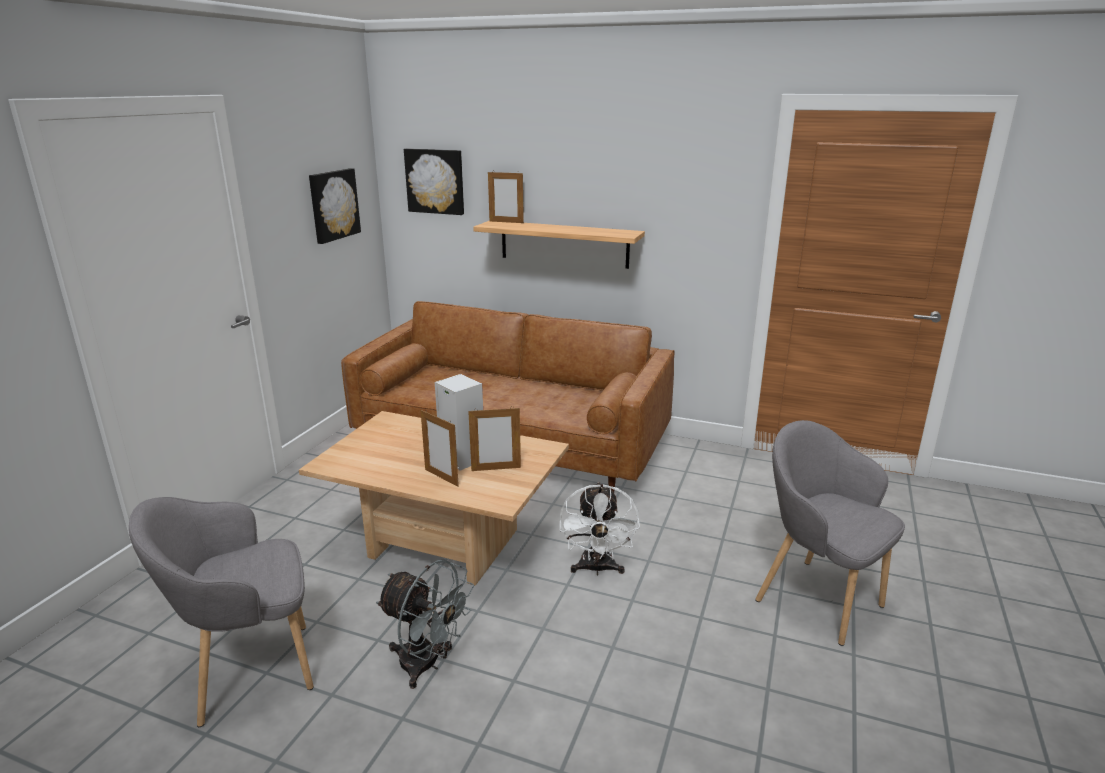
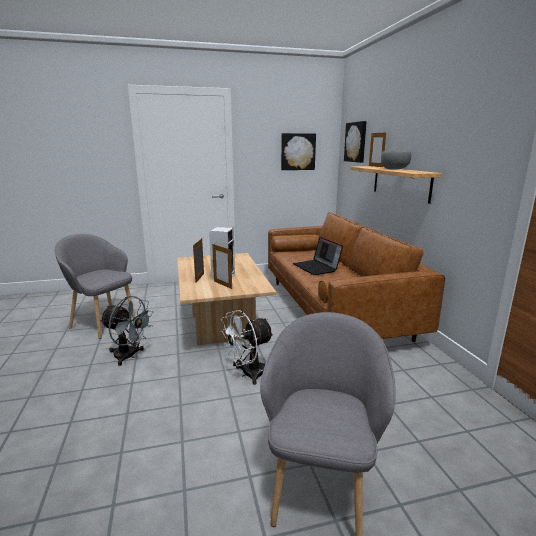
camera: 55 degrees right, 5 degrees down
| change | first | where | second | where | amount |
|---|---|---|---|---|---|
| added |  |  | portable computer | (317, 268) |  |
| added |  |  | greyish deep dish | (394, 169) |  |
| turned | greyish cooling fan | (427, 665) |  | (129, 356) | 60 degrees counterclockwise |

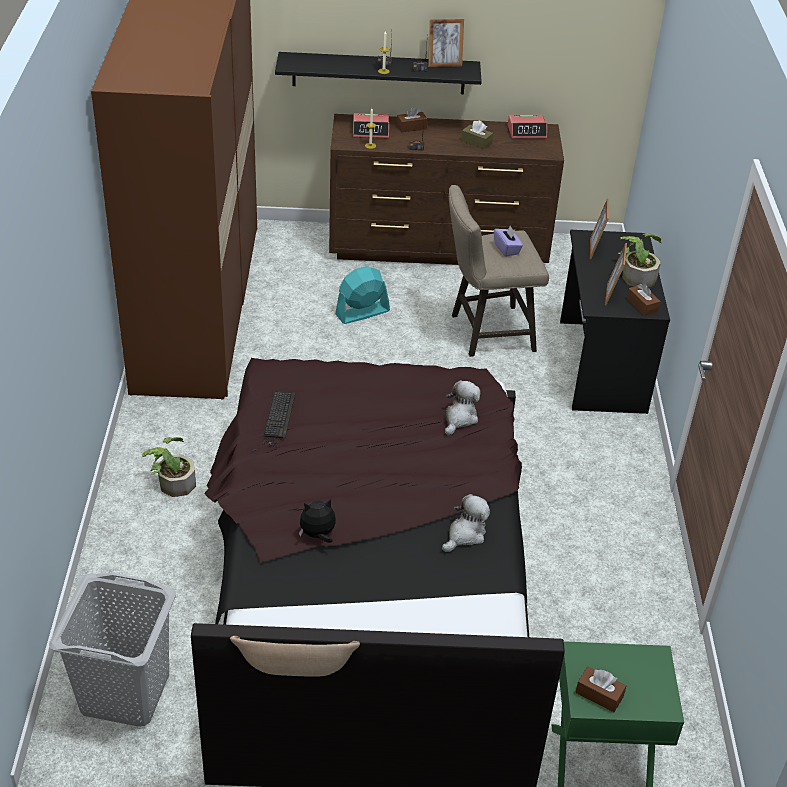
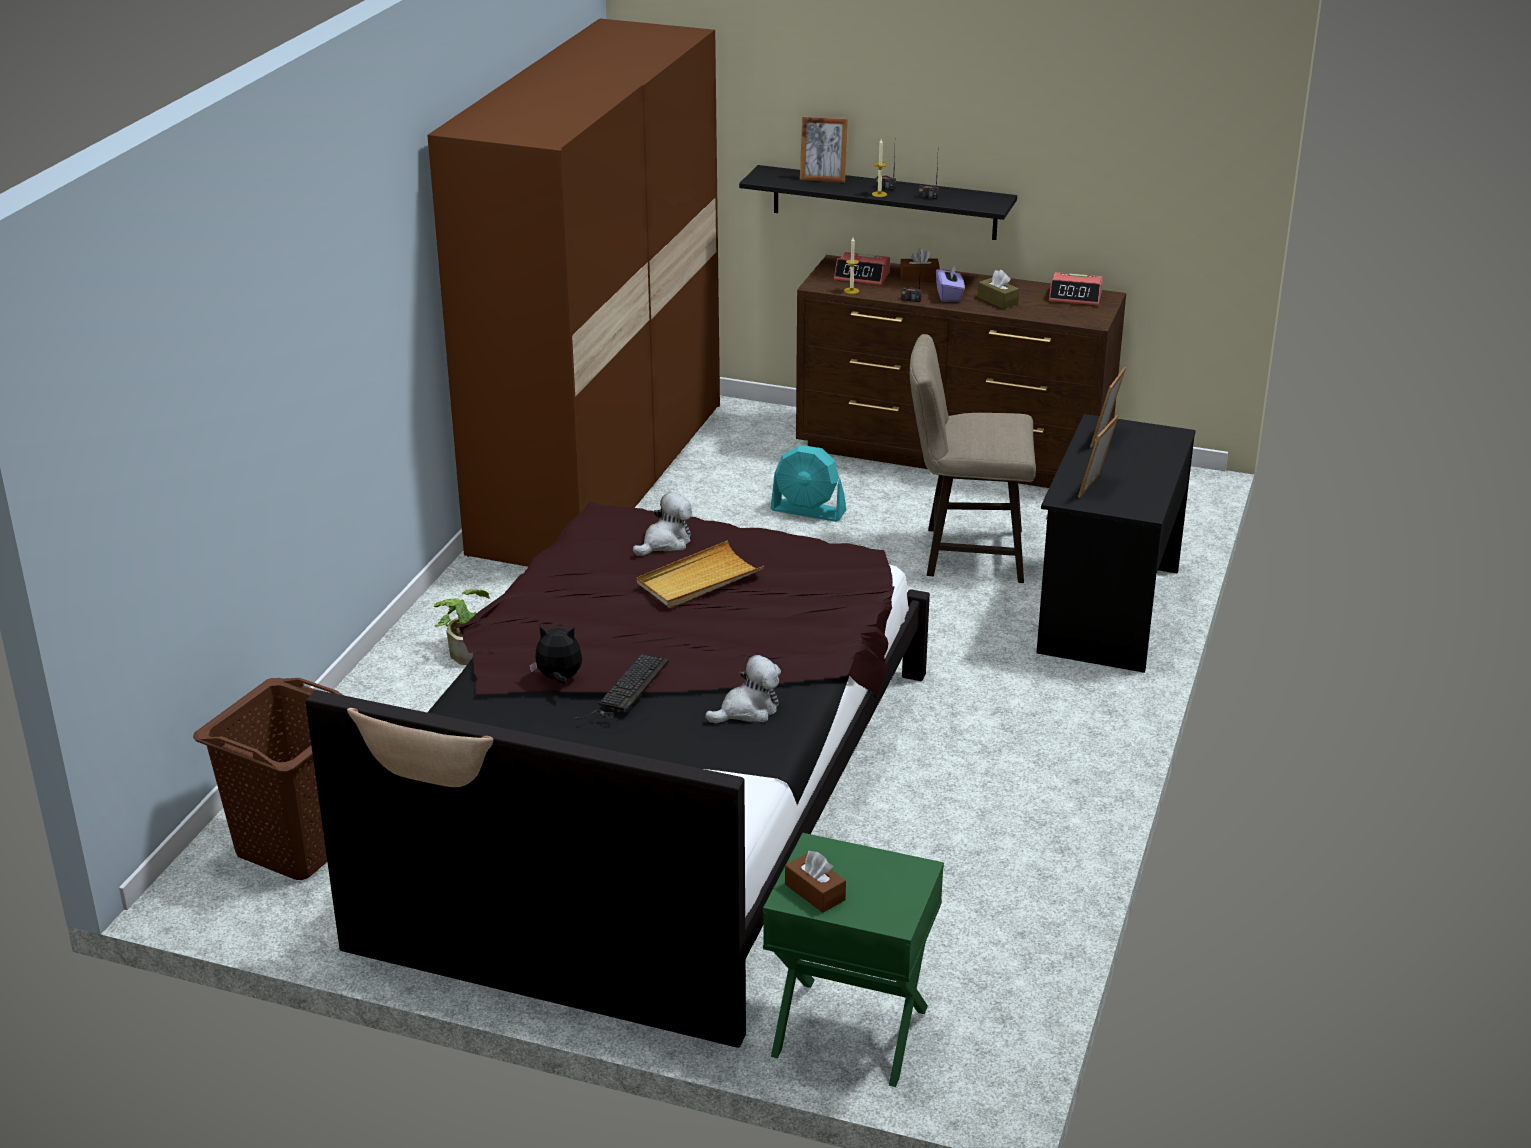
camera: 20 degrees right, 10 degrees down
| change | first | where | second | where | amount |
|---|---|---|---|---|---|
| removed | plant in a pot | (636, 275) |  |  |  |
| removed | brown tissue box | (642, 305) |  |  |  |
| added |  |  | beige-coloured tray | (699, 579) |  |
| moved | computer keyboard | (276, 421) |  | (626, 689) |  |
| moved | standing frame | (444, 64) |  | (823, 179) |  |
| moved | soft toy | (460, 418) |  | (665, 543) |  |
| moved | purple tissue box | (507, 249) |  | (949, 295) |  |
| recoloured | greyish hamper | (124, 693) | brown hamper | (296, 845) |  |
| turned | blue-green cooling fan | (362, 313) |  | (808, 511) | 150 degrees counterclockwise |

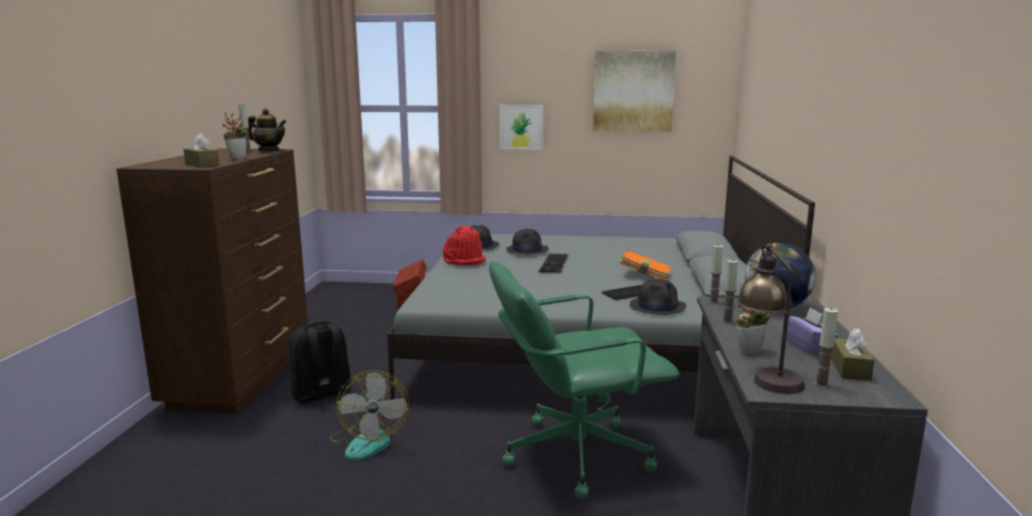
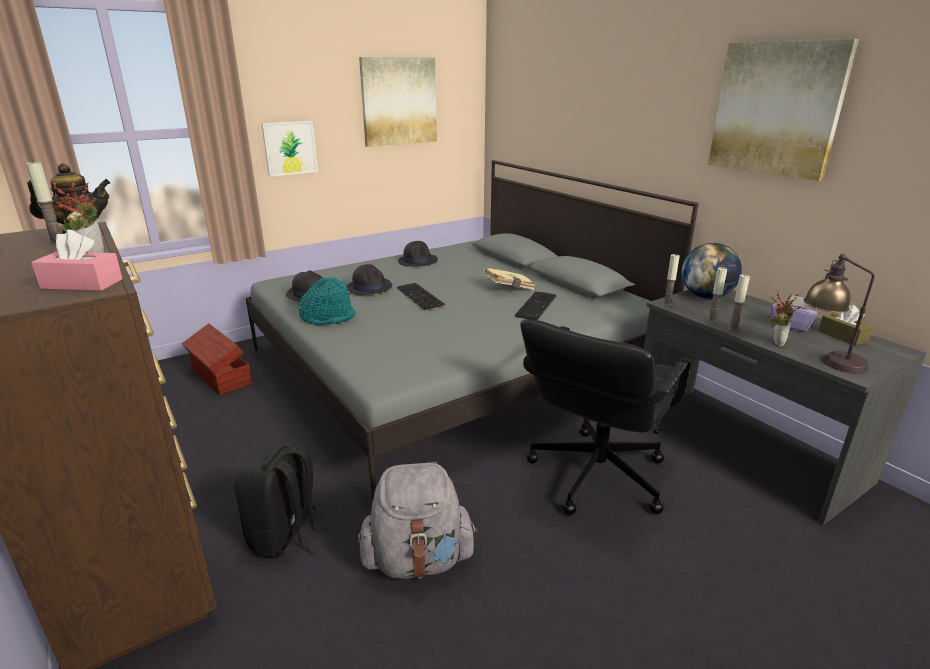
camera: 40 degrees left, 10 degrees up
| change | first | where | second | where | amount |
|---|---|---|---|---|---|
| added |  |  | wall art | (776, 109) |  |
| moved | black-coloured hat | (658, 306) |  | (418, 261) |  |
| moved | wax light | (821, 384) |  | (733, 329) |  |
| replaced | cooling fan | (368, 441) | greyish knapsack | (418, 560) |  |
| recoloured | brown tissue box | (202, 165) | pink-coloured tissue box | (82, 284) |  |
| recoloured | reddish hat | (464, 261) | blue-green hat | (328, 317) |  |
| recoloured | green-coloured office chair | (575, 454) | black-coloured office chair | (595, 475) |  |
| recoloured | orange-coloured book | (645, 275) | beige-coloured book | (509, 288) |  |

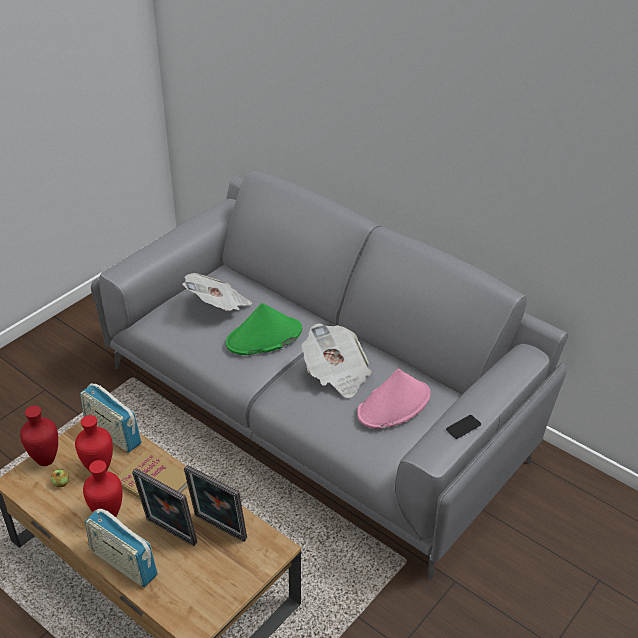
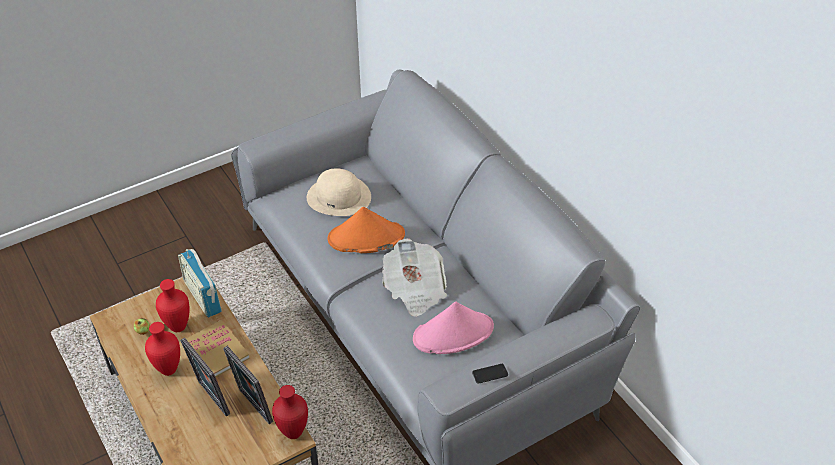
camera: 20 degrees right, 5 degrees up
| change | first | where | second | where | amount |
|---|---|---|---|---|---|
| removed | radio receiver | (123, 563) |  |  |  |
| moved | reddish flower vase | (46, 461) |  | (293, 433) |  |
| replaced | newspaper | (218, 306) | beige-coloured hat | (339, 197) |  |
| recoloured | green-coloured hat | (264, 337) | orange-coloured hat | (366, 237) |  |

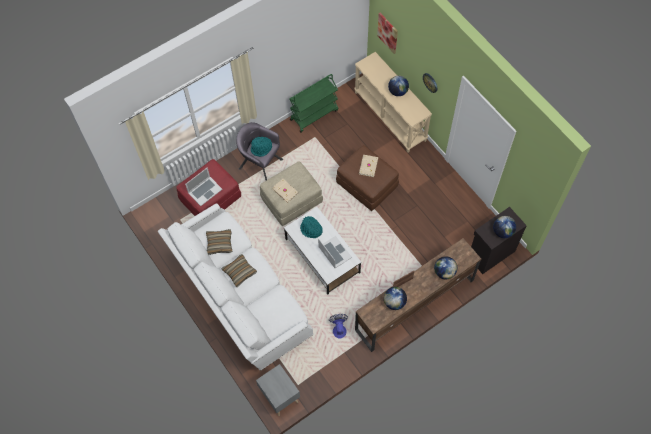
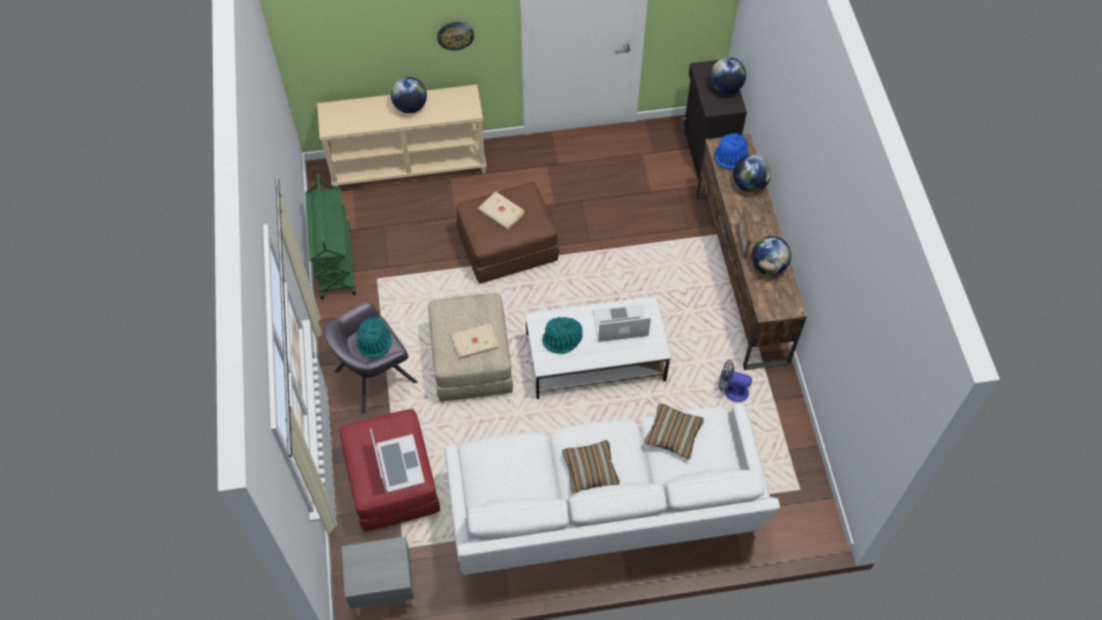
camera: 65 degrees left, 5 degrees down
| change | first | where | second | where | amount |
|---|---|---|---|---|---|
| removed | wall art | (388, 33) |  |  |  |
| added |  |  | blue-coloured hat | (731, 156) |  |
| moved | pillow | (219, 243) |  | (673, 434) |  |
| moved | greyish bedside table | (280, 395) |  | (383, 588) |  |

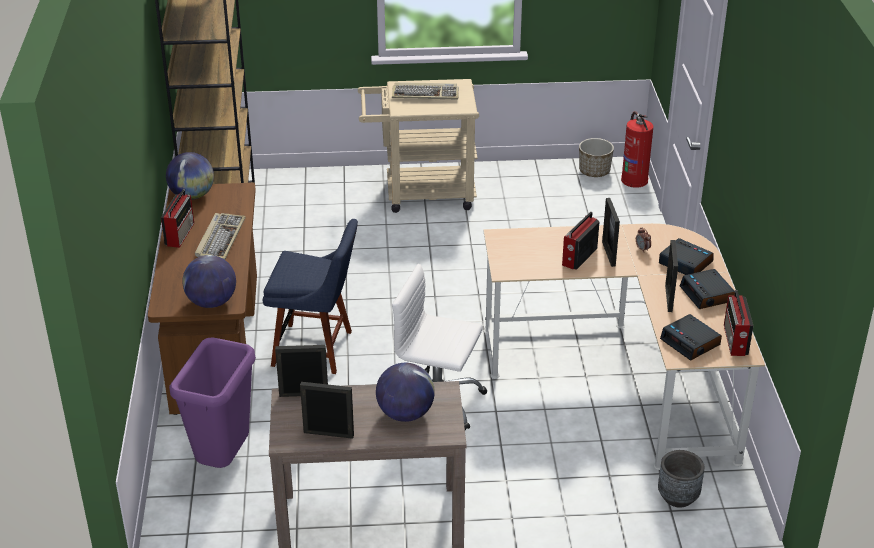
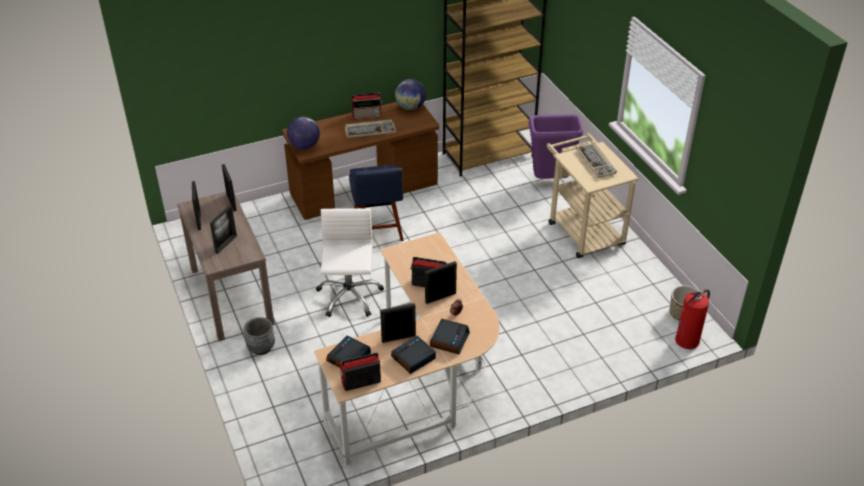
camera: 70 degrees right, 5 degrees up
| change | first | where | second | where | amount |
|---|---|---|---|---|---|
| moved | purple rubbish bin | (224, 461) |  | (550, 181) |  |
| moved | greyish plant pot | (678, 497) |  | (261, 348) |  |
| replaced | globe | (405, 414) | standing frame | (226, 244) |  |

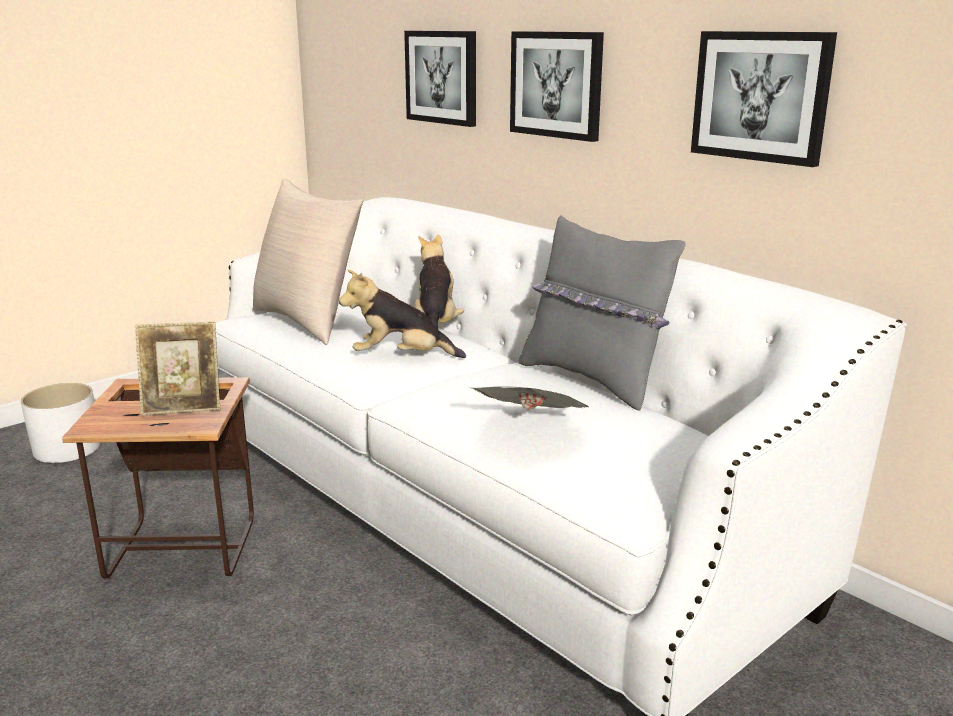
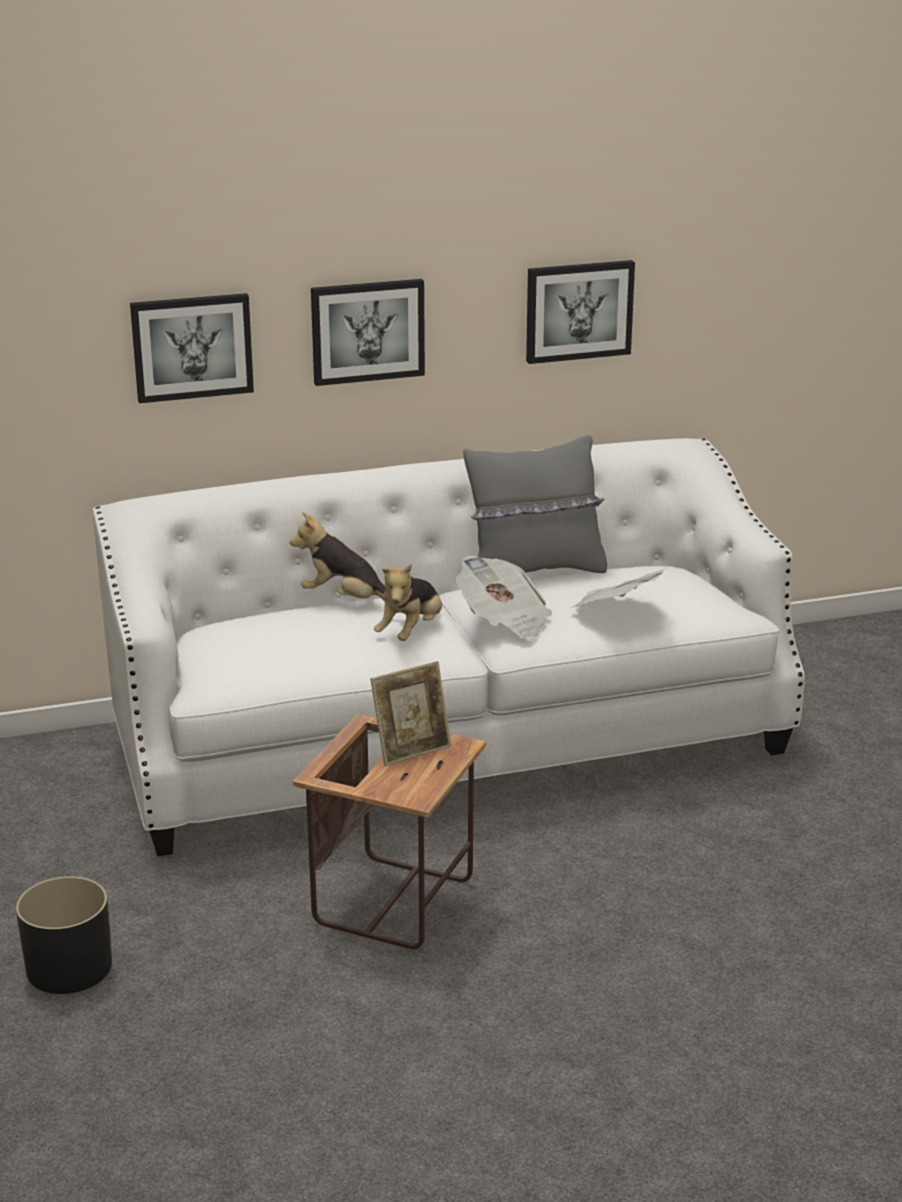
camera: 65 degrees left, 5 degrees up
| change | first | where | second | where | amount |
|---|---|---|---|---|---|
| removed | beige-coloured pillow | (308, 321) |  |  |  |
| added |  |  | newspaper | (504, 621) |  |
| recoloured | white-coloured plant pot | (67, 448) | black-coloured plant pot | (69, 967) |  |
| turned | standing frame | (183, 407) |  | (412, 750) | 45 degrees clockwise |

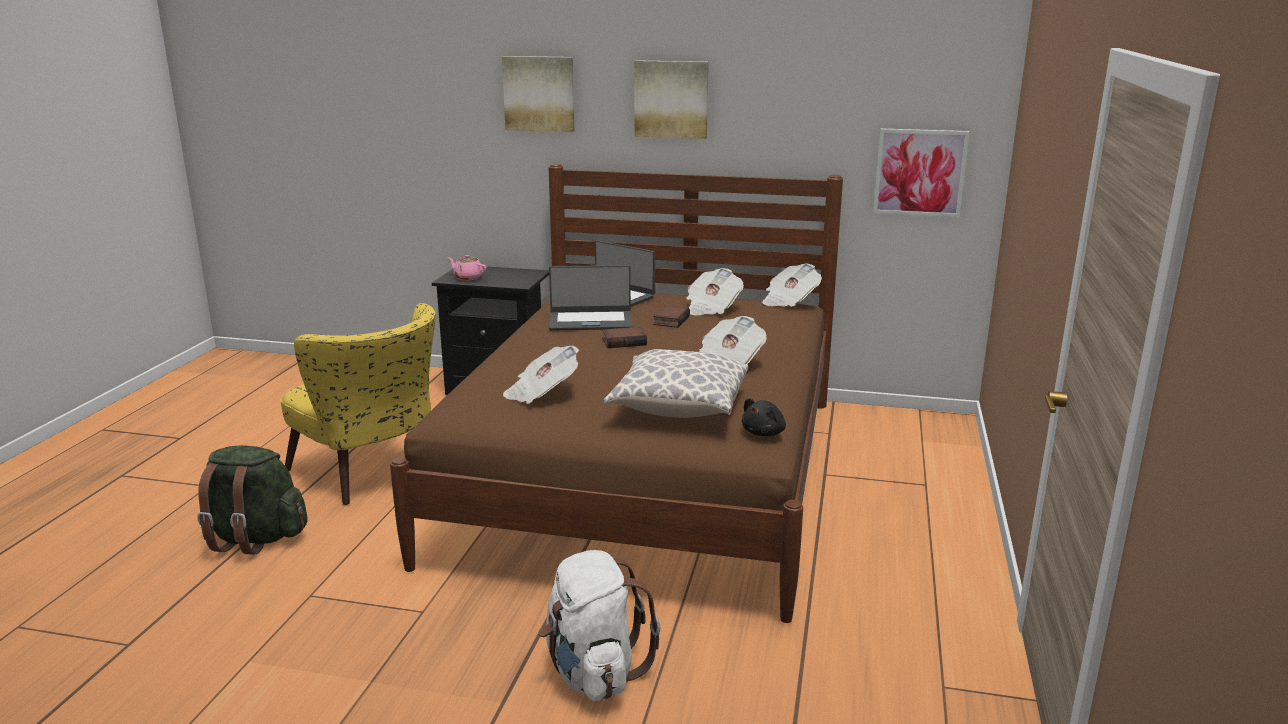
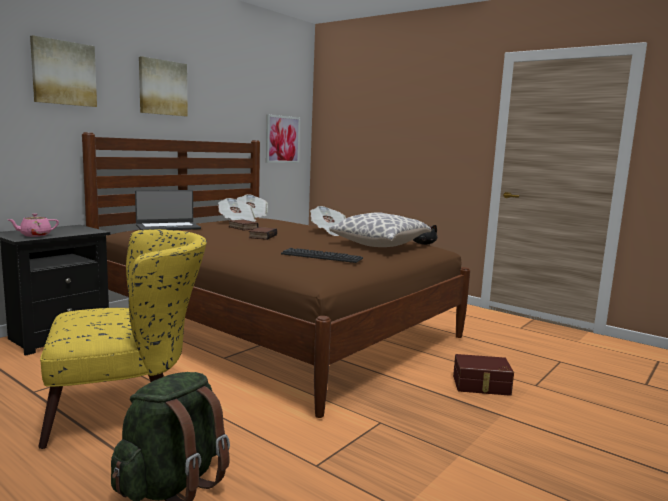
camera: 65 degrees left, 10 degrees down
| change | first | where | second | where | amount |
|---|---|---|---|---|---|
| removed | portable computer | (590, 321) |  |  |  |
| replaced | newspaper | (542, 393) | computer keyboard | (321, 256) |  |
| replaced | white-coloured knapsack | (593, 672) | brown storage bin | (481, 386) |  |

